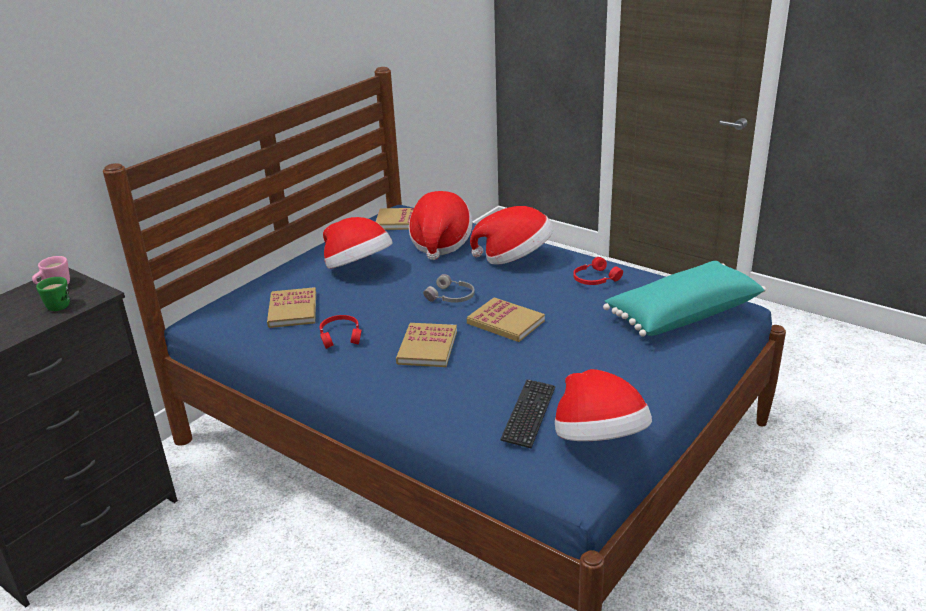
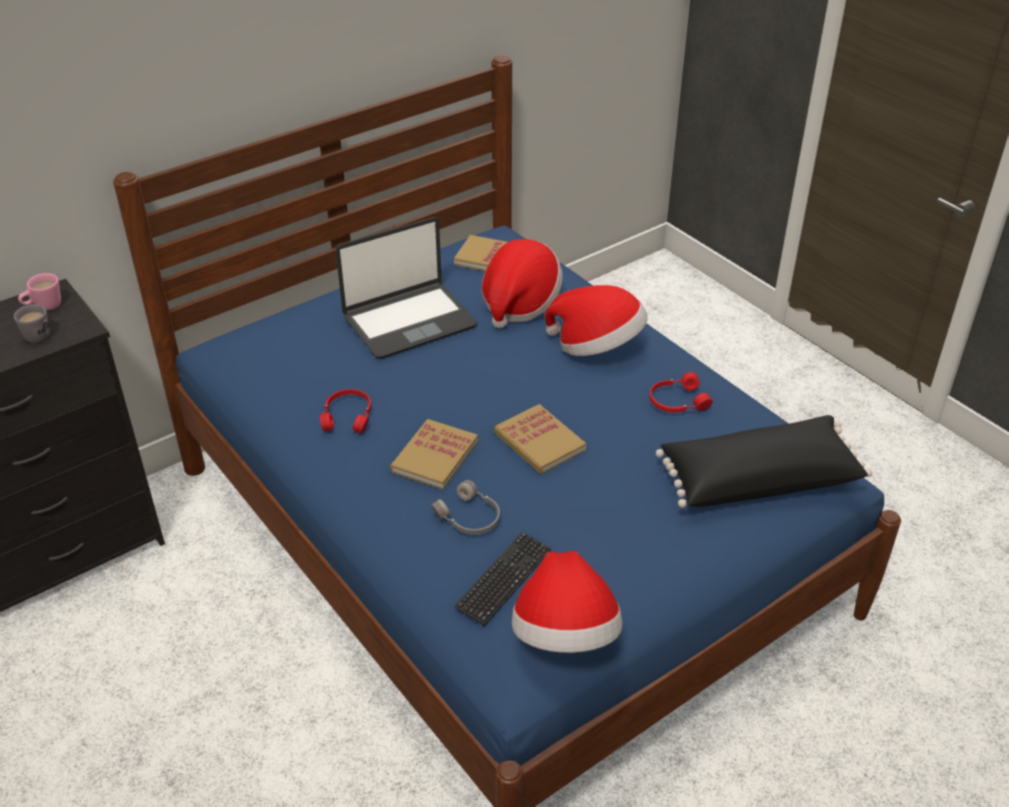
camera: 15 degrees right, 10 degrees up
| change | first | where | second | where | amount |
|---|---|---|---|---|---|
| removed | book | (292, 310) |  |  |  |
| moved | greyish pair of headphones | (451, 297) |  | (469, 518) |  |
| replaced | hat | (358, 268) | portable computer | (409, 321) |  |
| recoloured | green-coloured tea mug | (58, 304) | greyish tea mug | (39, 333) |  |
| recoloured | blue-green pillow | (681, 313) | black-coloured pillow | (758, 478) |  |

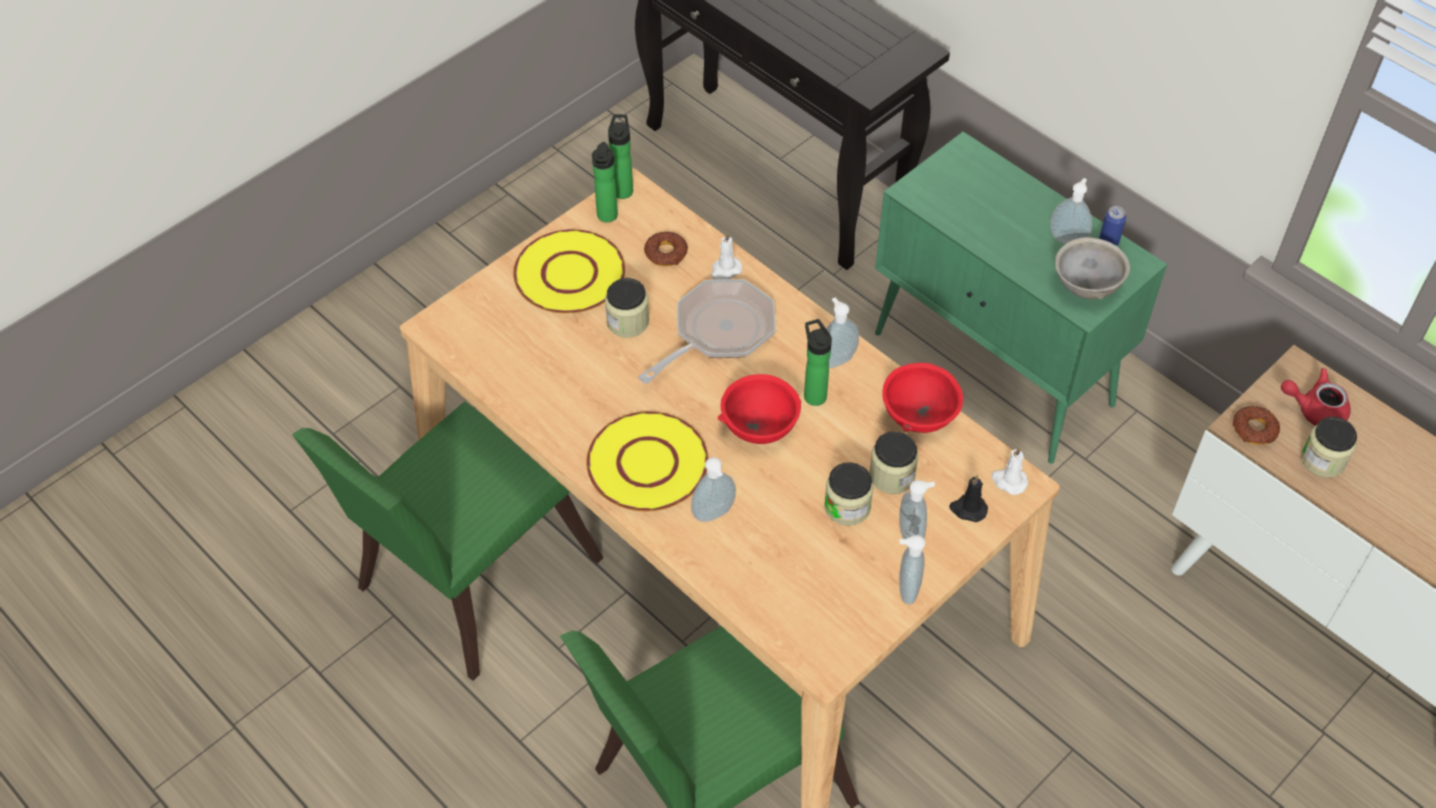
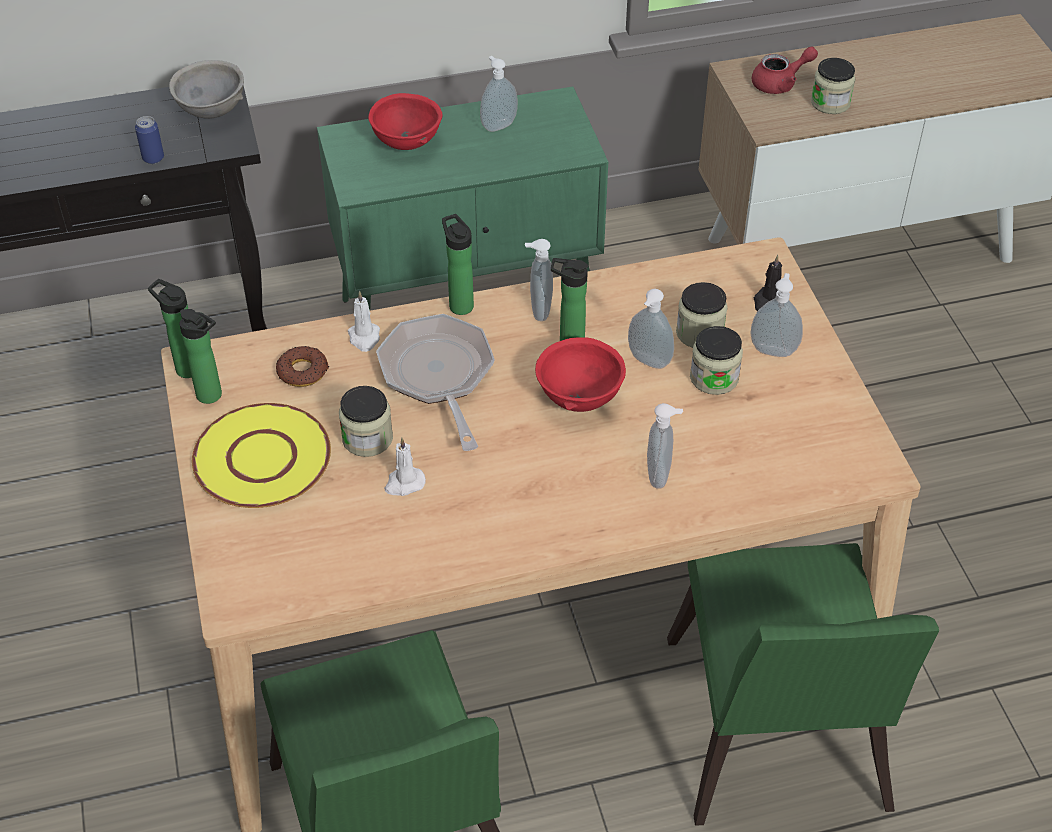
camera: 60 degrees left, 5 degrees down
| change | first | where | second | where | amount |
|---|---|---|---|---|---|
| removed | yellowish dinner plate | (647, 463) |  |  |  |
| removed | donut | (1254, 429) |  |  |  |
| added |  |  | drink bottle | (459, 304) |  |
| moved | reddish deep dish | (920, 417) |  | (407, 142) |  |
| moved | liquid soap bottle | (905, 589) |  | (647, 362) |  |
| moved | white-coloured wax light | (1008, 481) |  | (404, 483) |  |
| moved | greyish deep dish | (1085, 287) |  | (212, 112) |  |
| moved | metal can | (1108, 241) |  | (153, 158) |  |
| turned | reddish teapot | (1314, 409) |  | (780, 83) | 150 degrees counterclockwise |

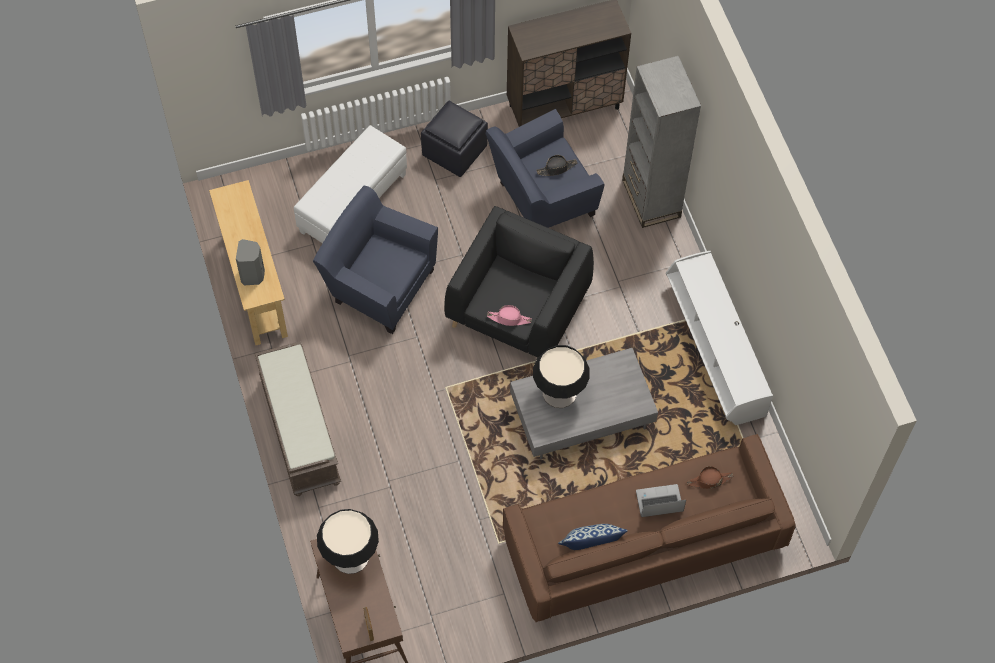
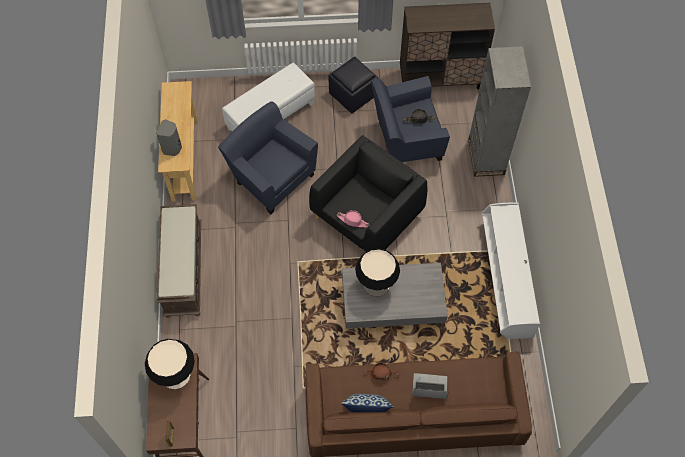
camera: 15 degrees right, 0 degrees up
| change | first | where | second | where | amount |
|---|---|---|---|---|---|
| moved | brown hat | (709, 480) |  | (380, 373) |  |

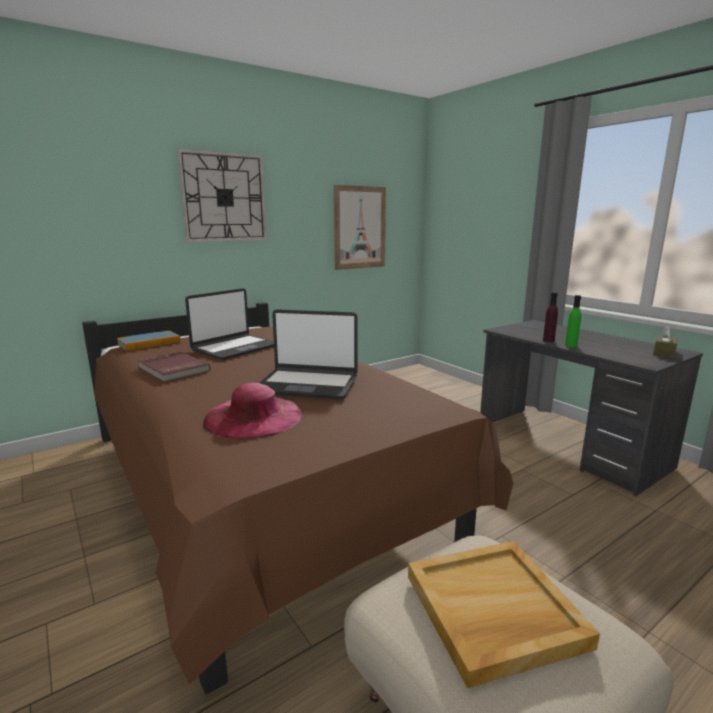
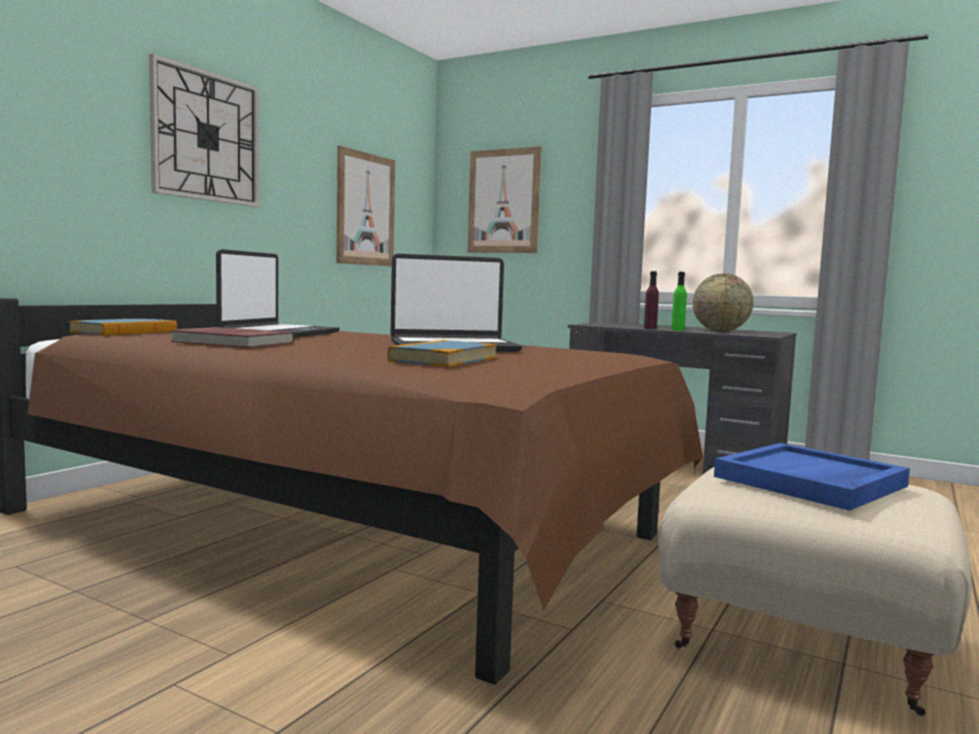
camera: 25 degrees left, 10 degrees down
| change | first | where | second | where | amount |
|---|---|---|---|---|---|
| removed | brown tissue box | (664, 352) |  |  |  |
| added |  |  | wall art | (503, 201) |  |
| added |  |  | globe | (720, 331) |  |
| replaced | pink-coloured hat | (253, 417) | book | (444, 359) |  |
| recoloured | beige-coloured tray | (493, 611) | blue-coloured tray | (810, 482) |  |

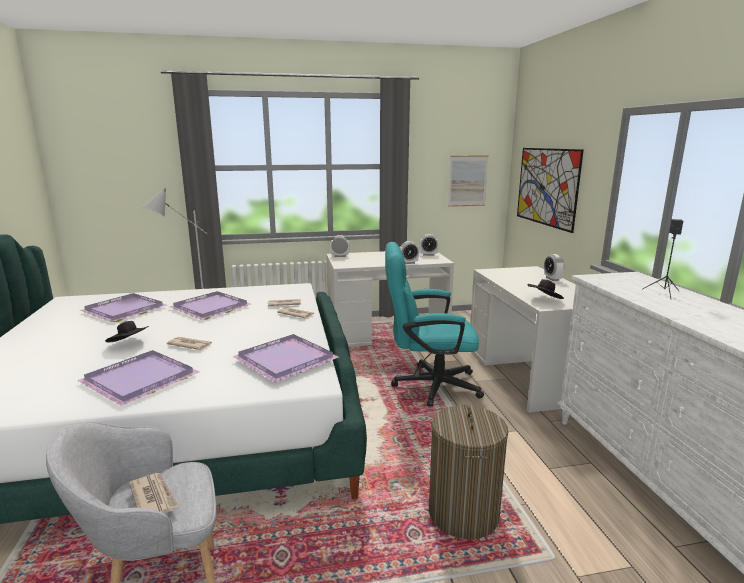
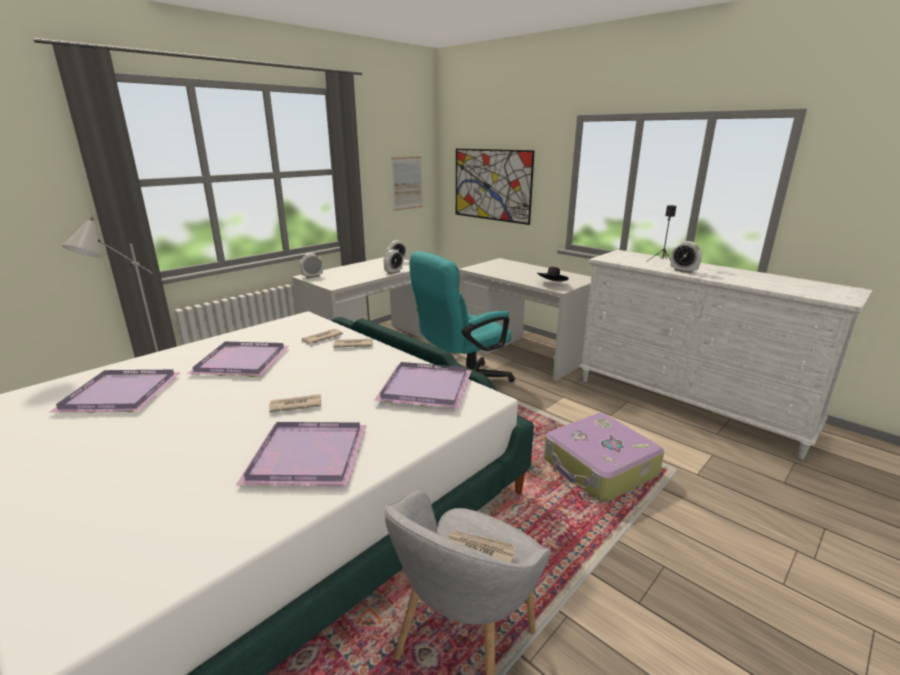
camera: 35 degrees left, 5 degrees up
| change | first | where | second | where | amount |
|---|---|---|---|---|---|
| removed | black-coloured hat | (130, 344) |  |  |  |
| moved | table clock | (552, 279) |  | (683, 271) |  |
| replaced | hamper | (463, 513) | piece of luggage | (599, 468) |  |

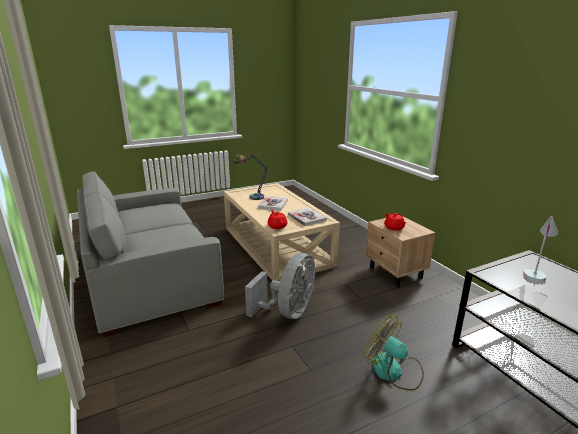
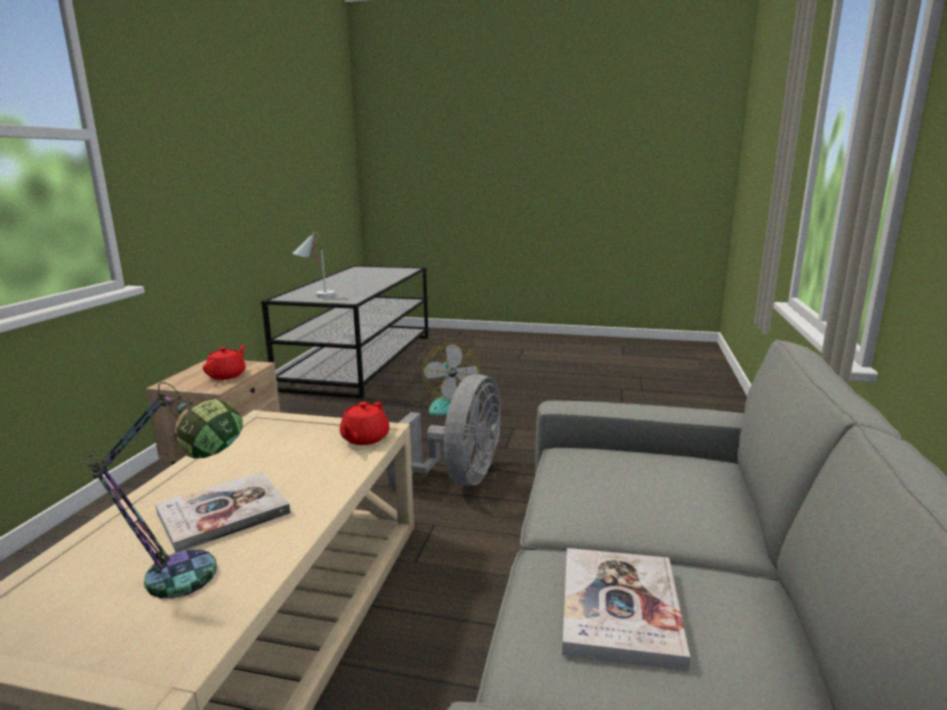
camera: 140 degrees left, 5 degrees down
| change | first | where | second | where | amount |
|---|---|---|---|---|---|
| moved | book | (306, 217) |  | (620, 608) |  |
| turned | greyish cooling fan | (288, 312) |  | (459, 478) | 135 degrees clockwise |

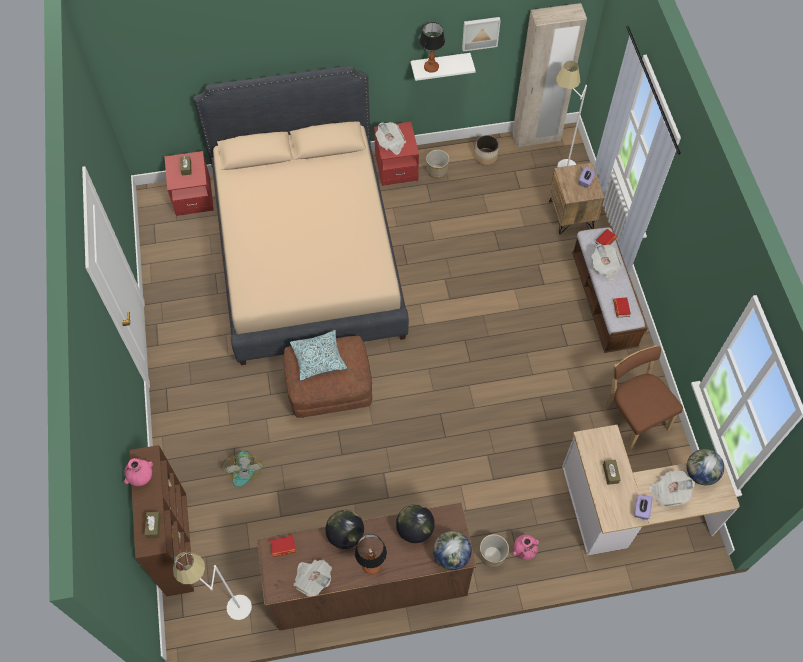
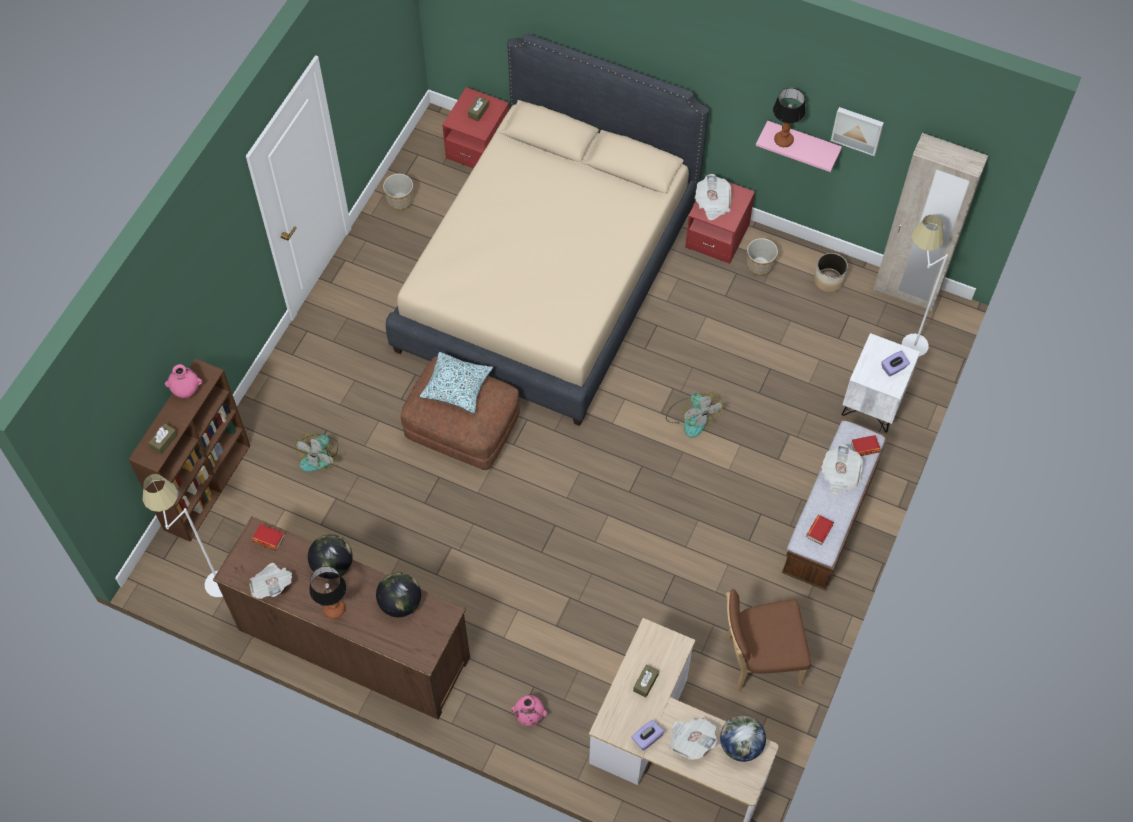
camera: 35 degrees right, 0 degrees up
| change | first | where | second | where | amount |
|---|---|---|---|---|---|
| removed | globe | (451, 556) |  |  |  |
| added |  |  | cooling fan | (692, 417) |  |
| moved | plant pot | (492, 555) |  | (400, 200) |  |
| recoloured | white-coloured bracket shelf | (440, 65) | pink-coloured bracket shelf | (802, 143) |  |
| recoloured | brown bedside table | (571, 215) | white-coloured bedside table | (873, 402) |  |
| turned | brown plain chair | (633, 416) |  | (759, 660) | 105 degrees counterclockwise |

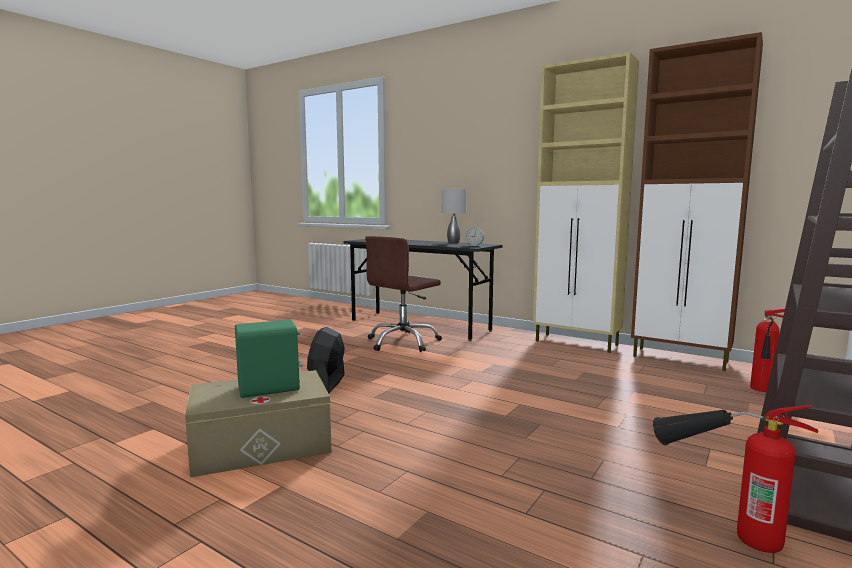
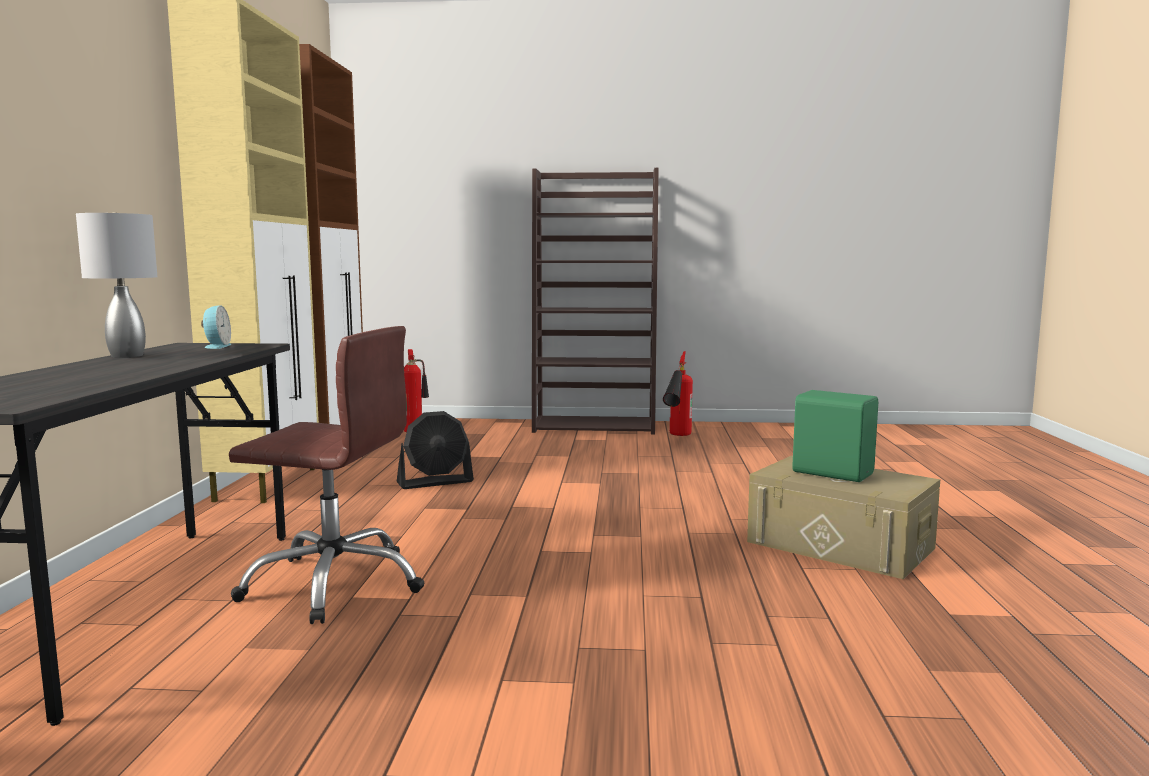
camera: 120 degrees left, 0 degrees up
| change | first | where | second | where | amount |
|---|---|---|---|---|---|
| moved | black-coloured cooling fan | (327, 383) |  | (435, 482) |  |

